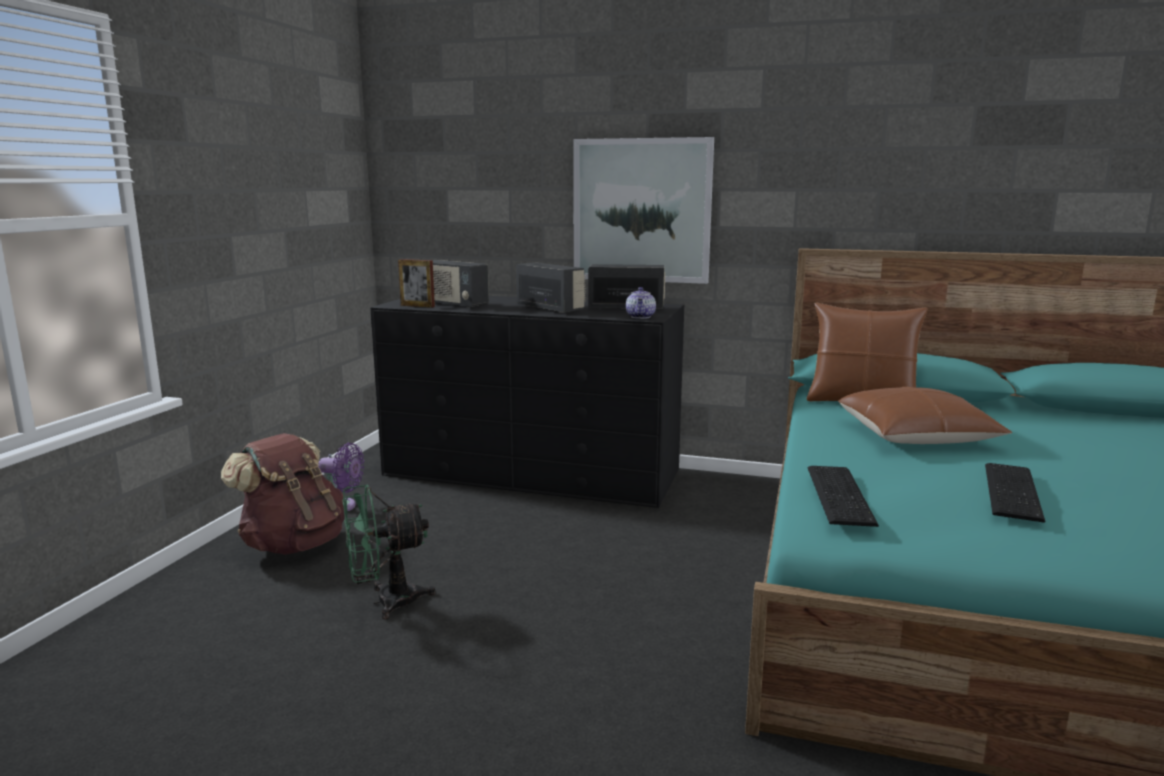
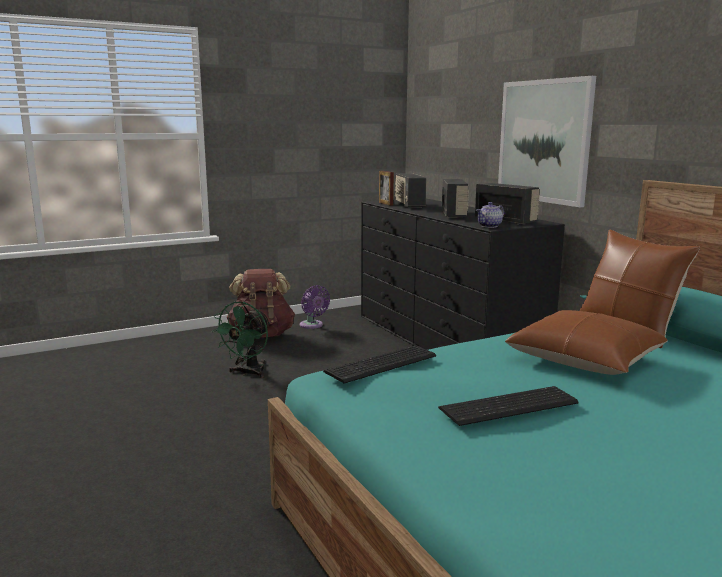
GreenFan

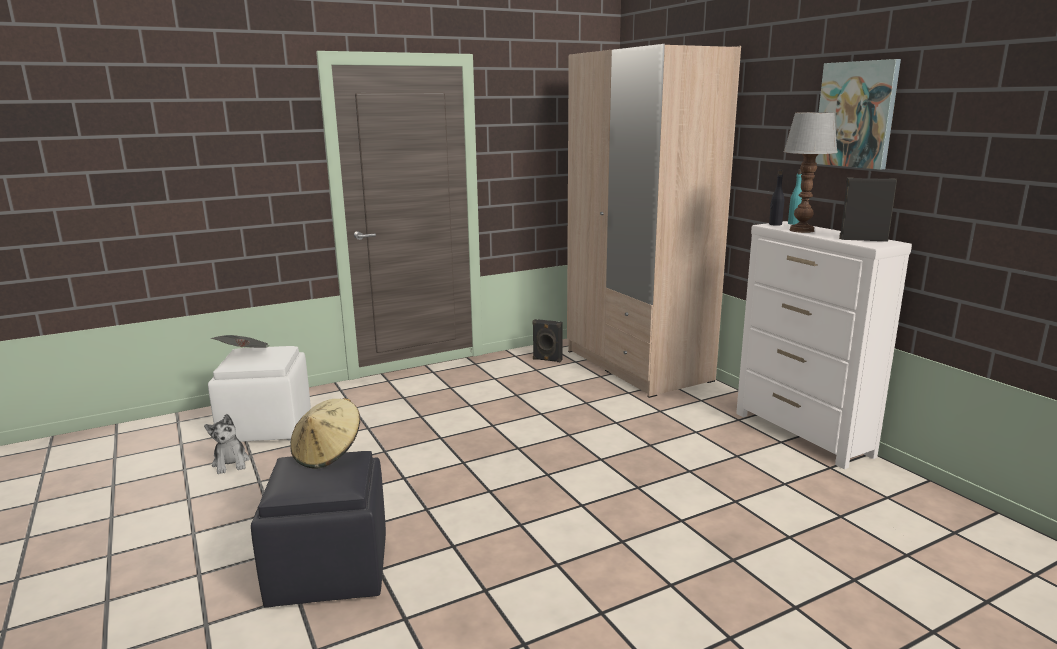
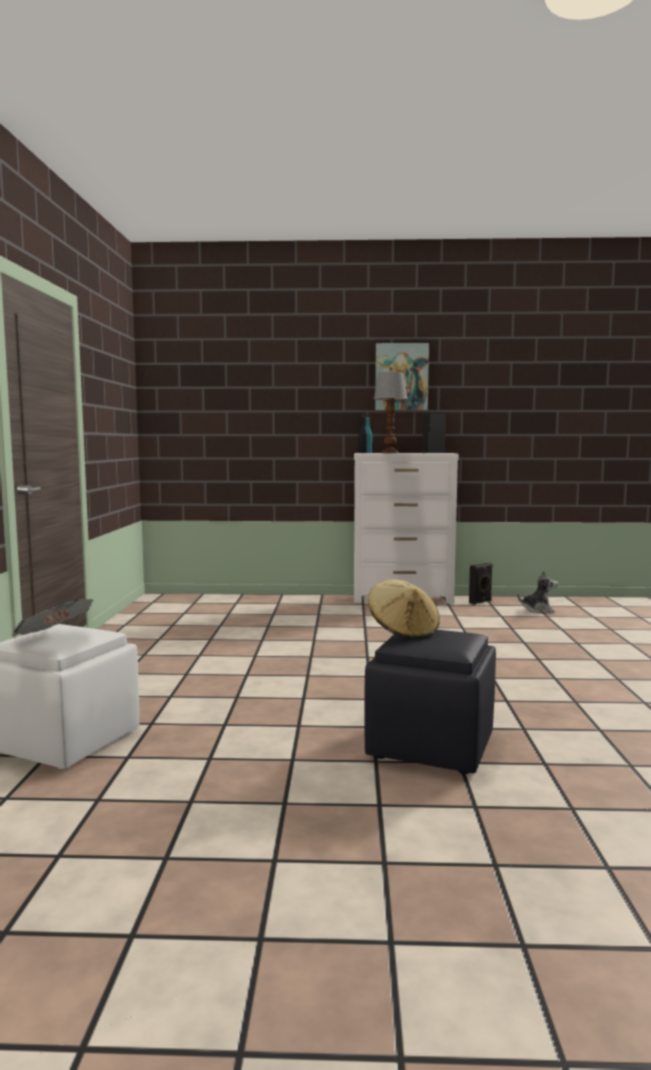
BlackSpeaker (no. 2 from left)
PlushToy
BeigeWardrobe

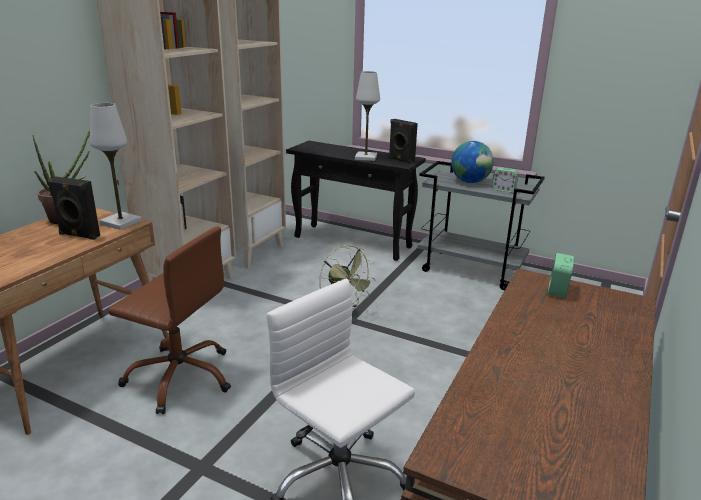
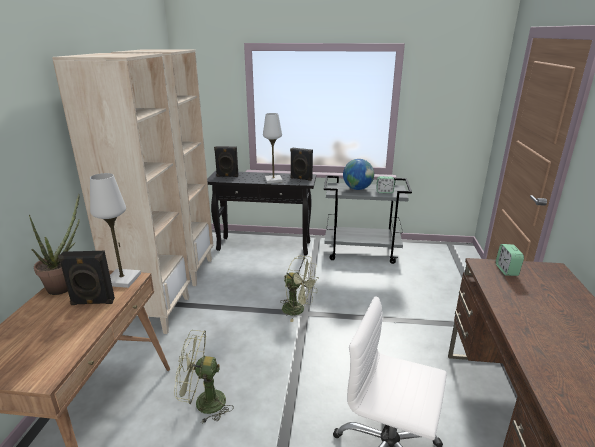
GreenFan (no. 1 from left)
BlackSpeaker (no. 2 from left)

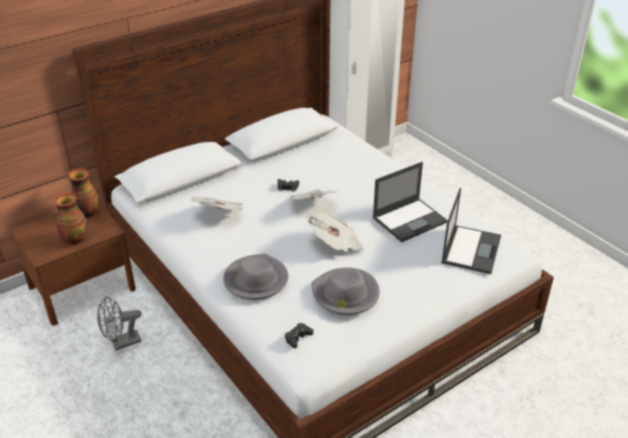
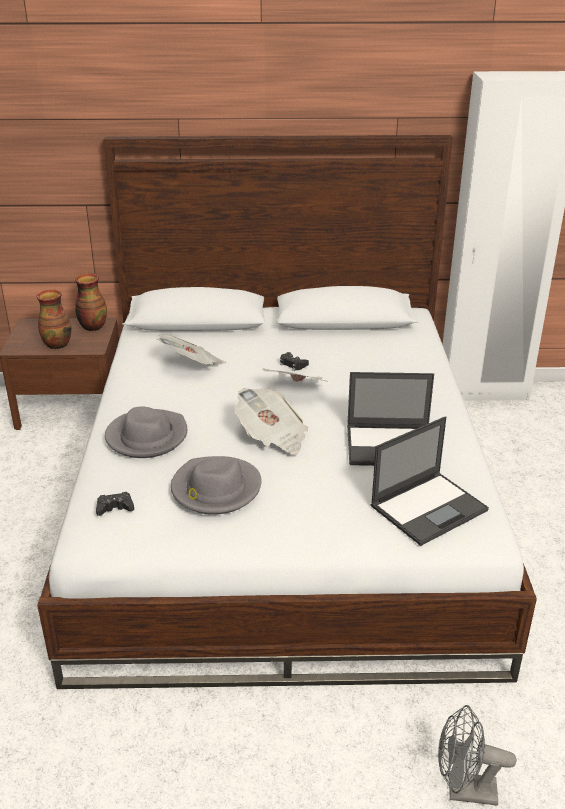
GreyFan

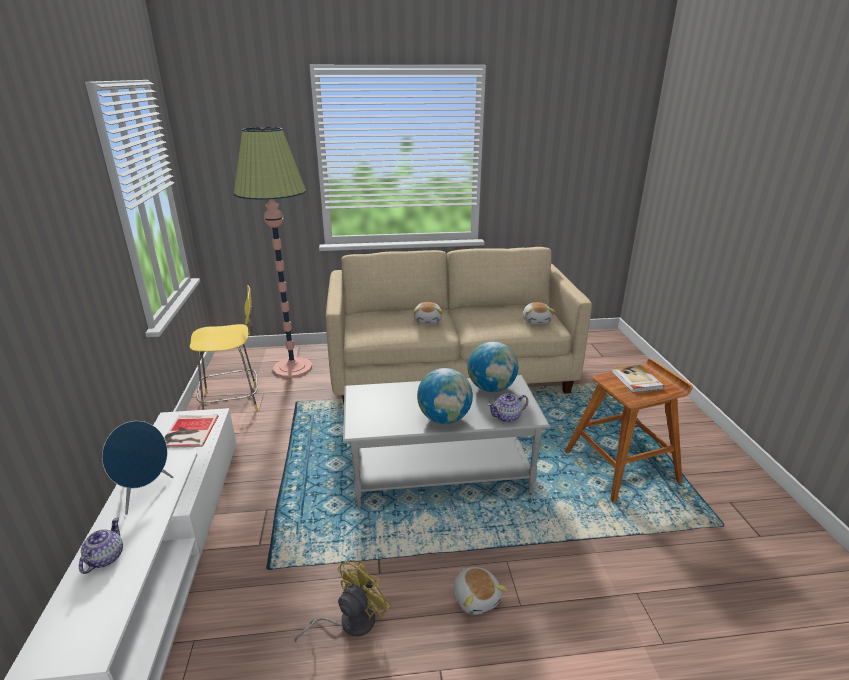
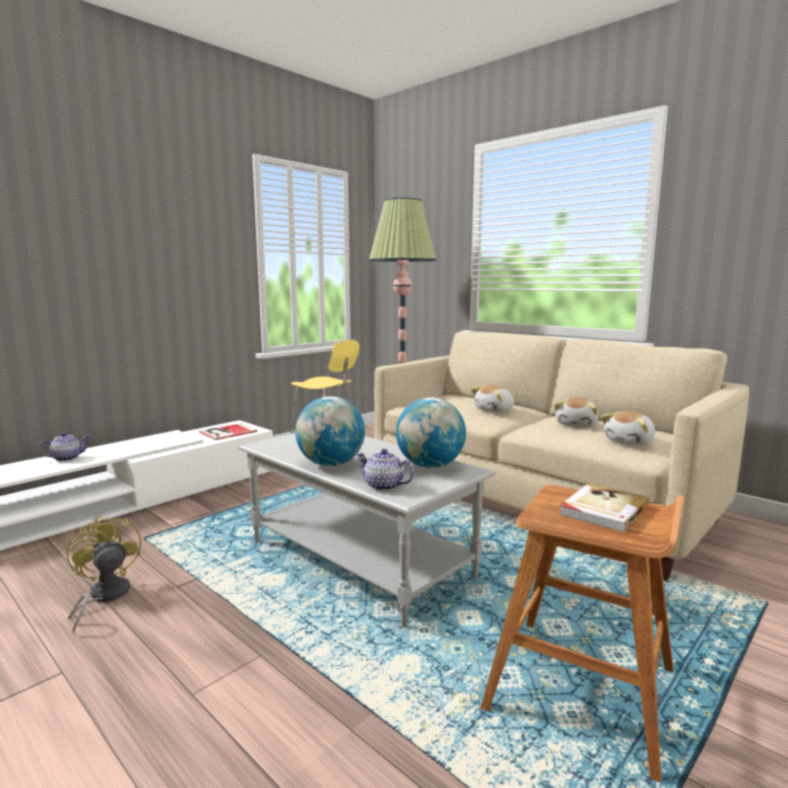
YellowFan
PlushToy (no. 2 from left)
BlueSpeaker

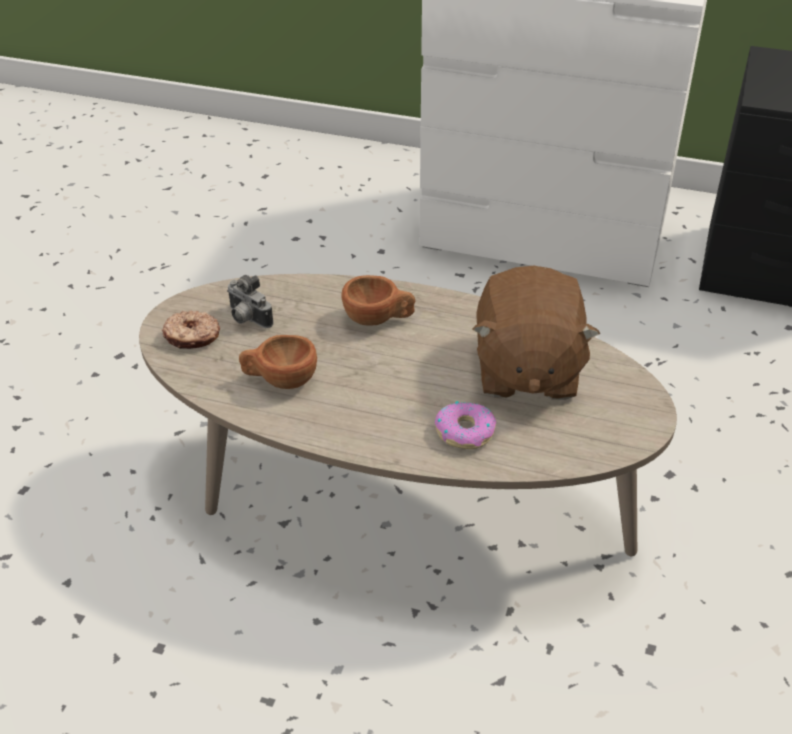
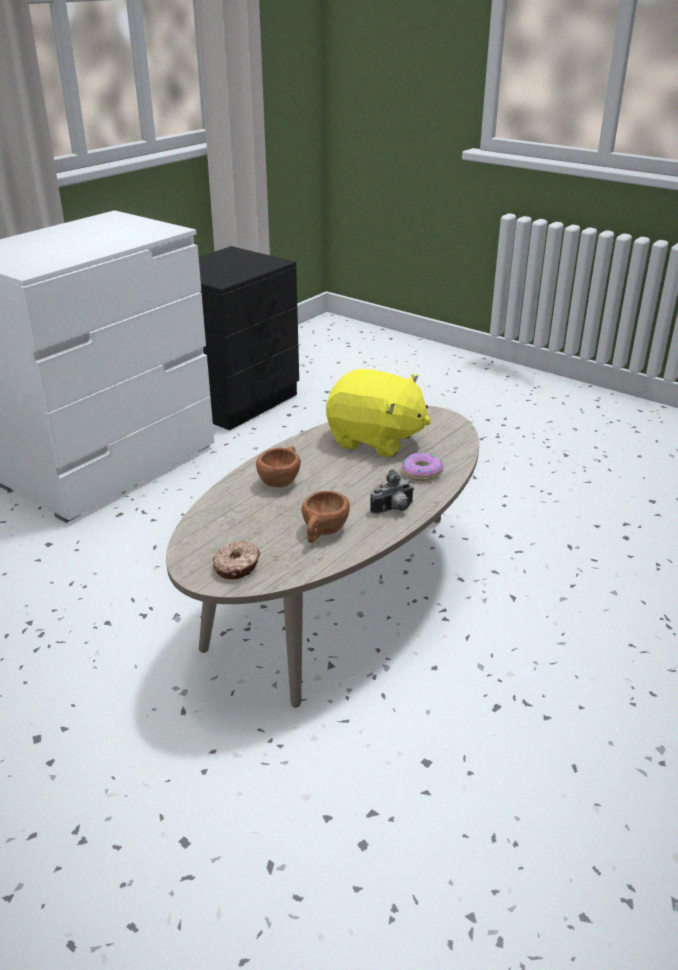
YellowPlushToy
PhotoCamera

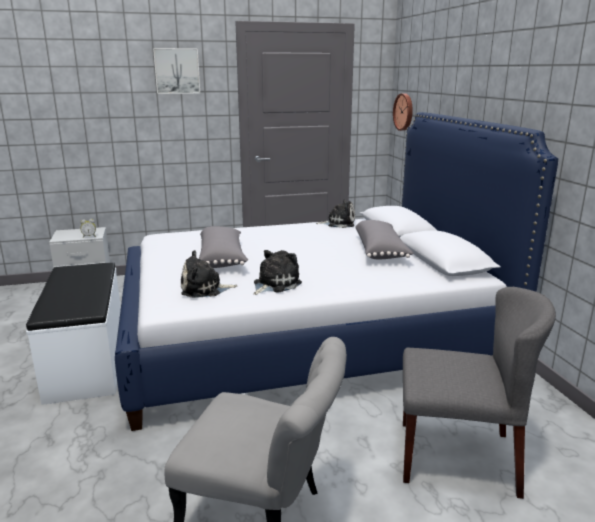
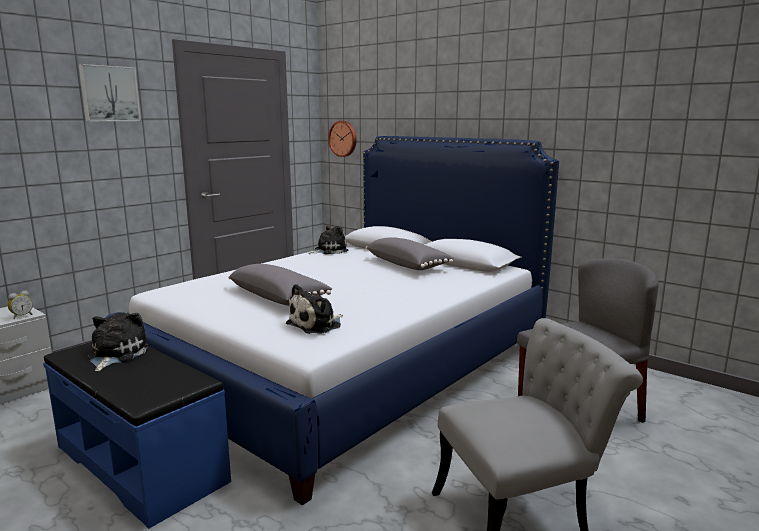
BlueBench
PlushToy (no. 1 from left)

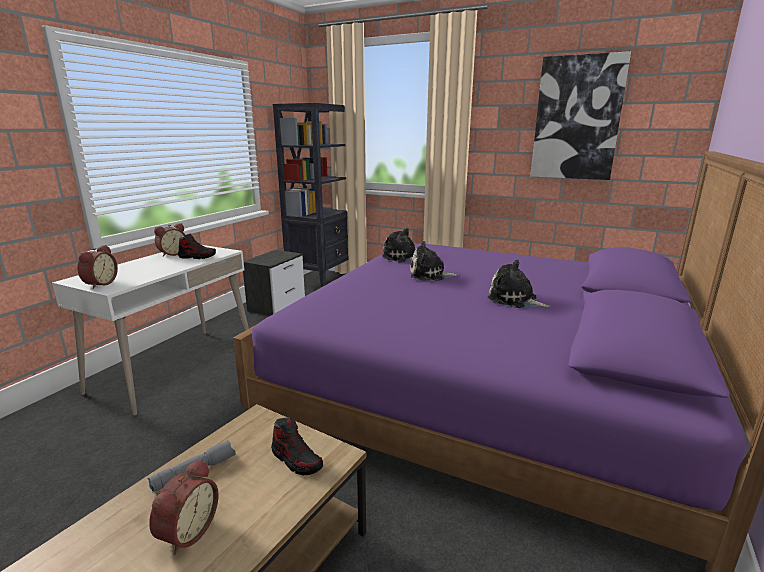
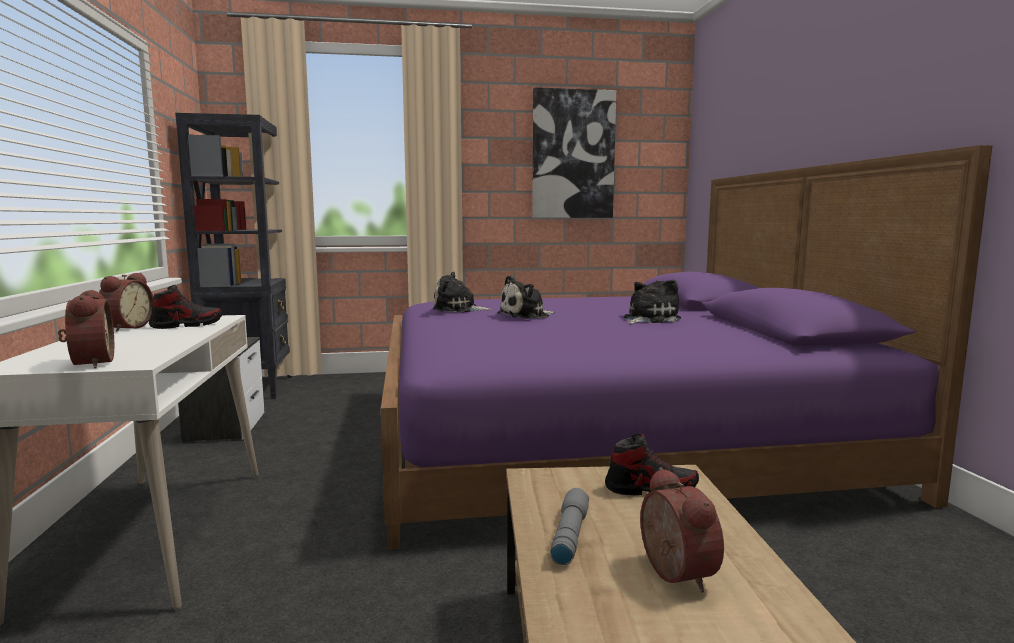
PlushToy (no. 3 from left)

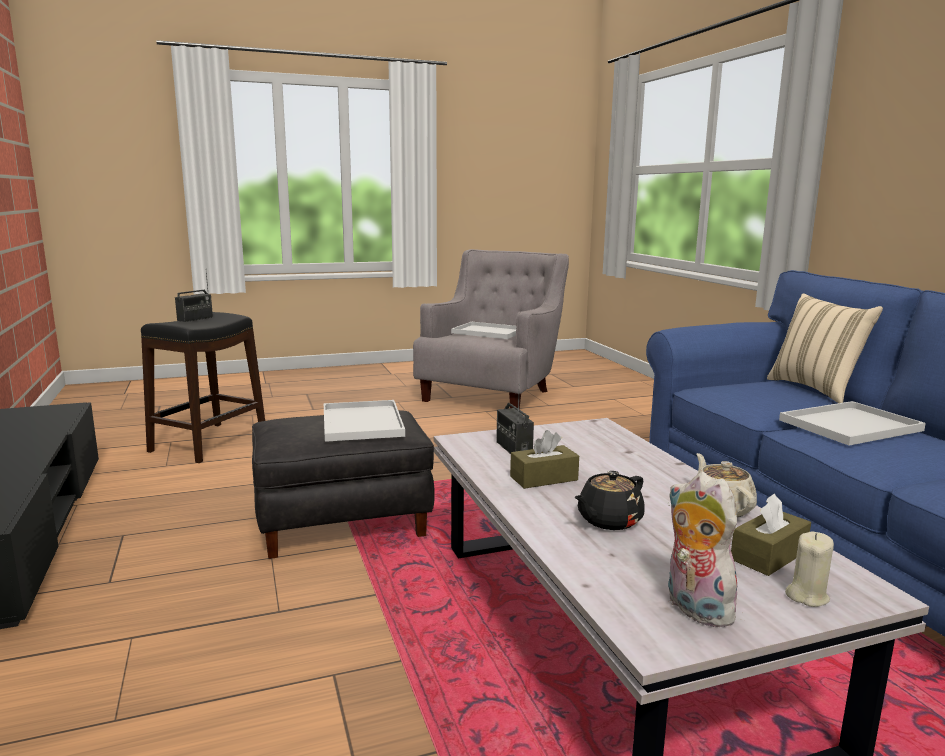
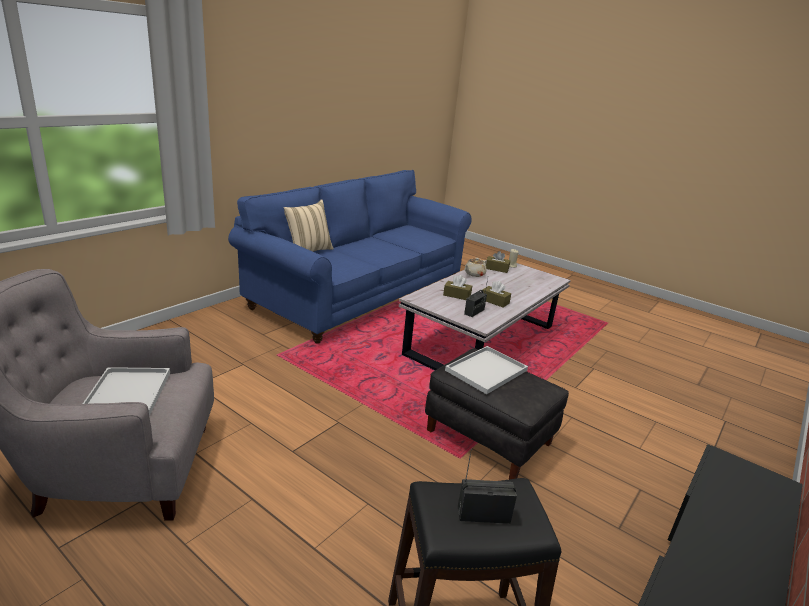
BrownTissueBox (no. 1 from left)
BlackTeapot
PlushToy
WhiteTray (no. 3 from left in the first image)

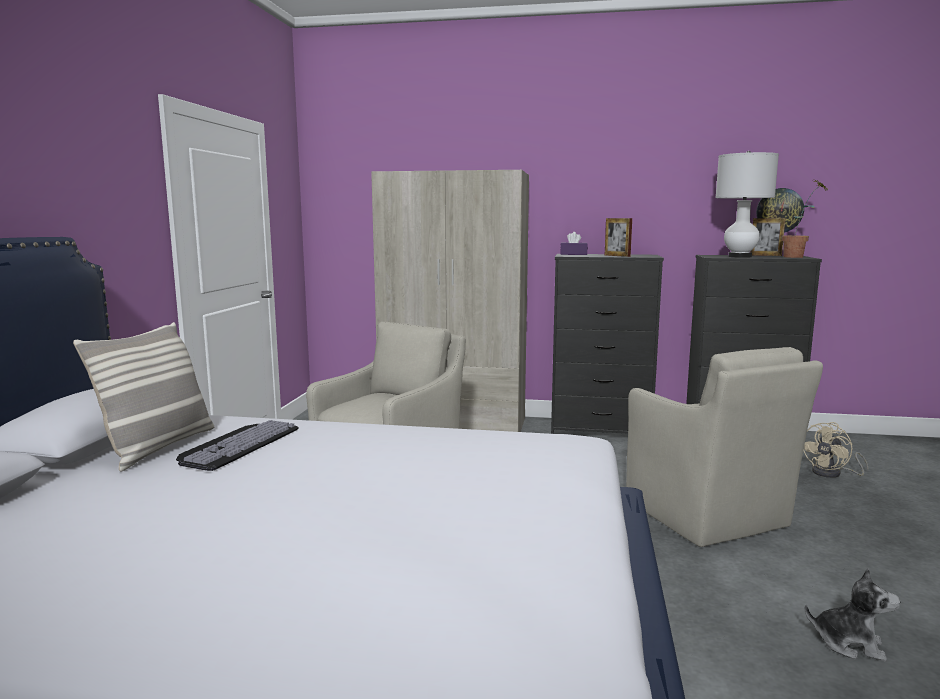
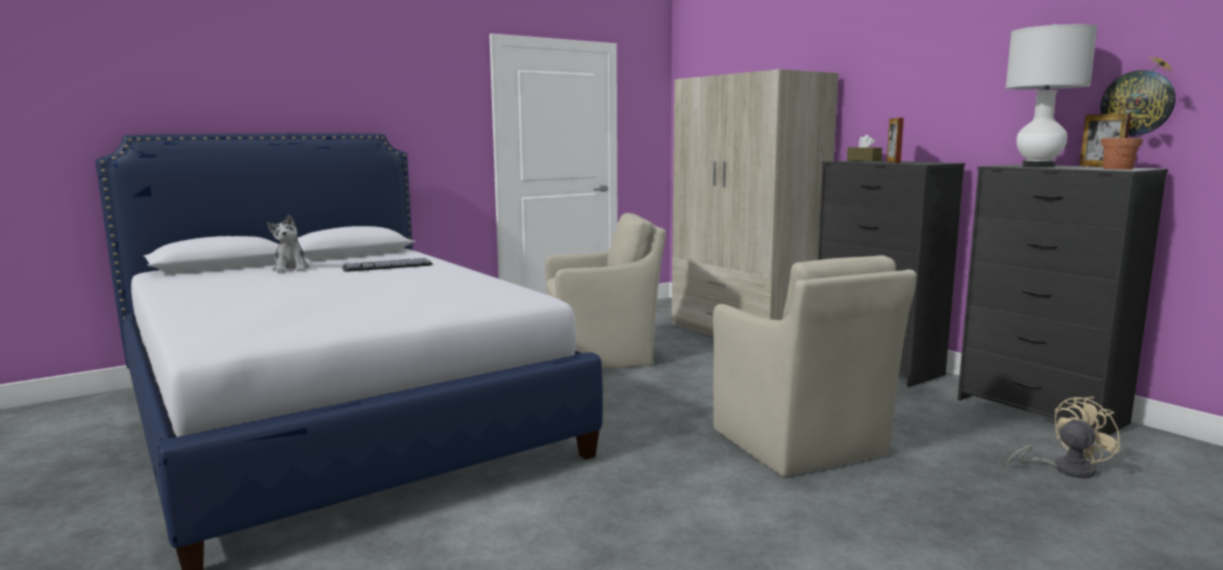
PlushToy
BeigeArmchair (no. 2 from left)
BrownTissueBox
BeigeFan
Pillow

